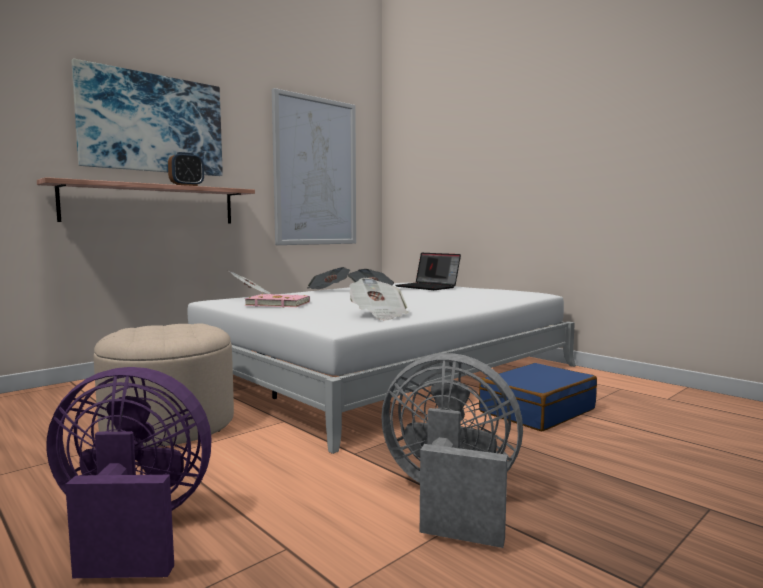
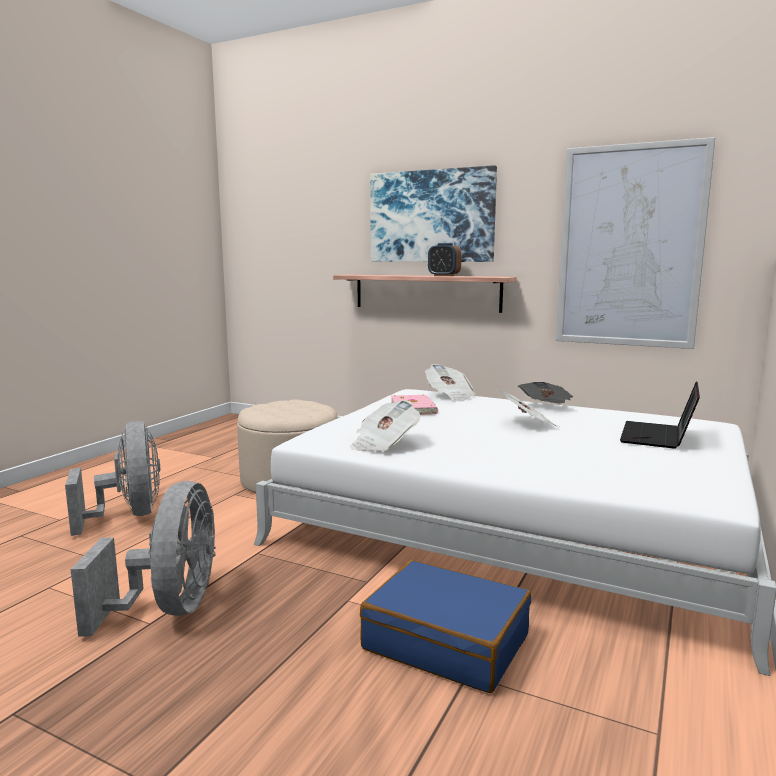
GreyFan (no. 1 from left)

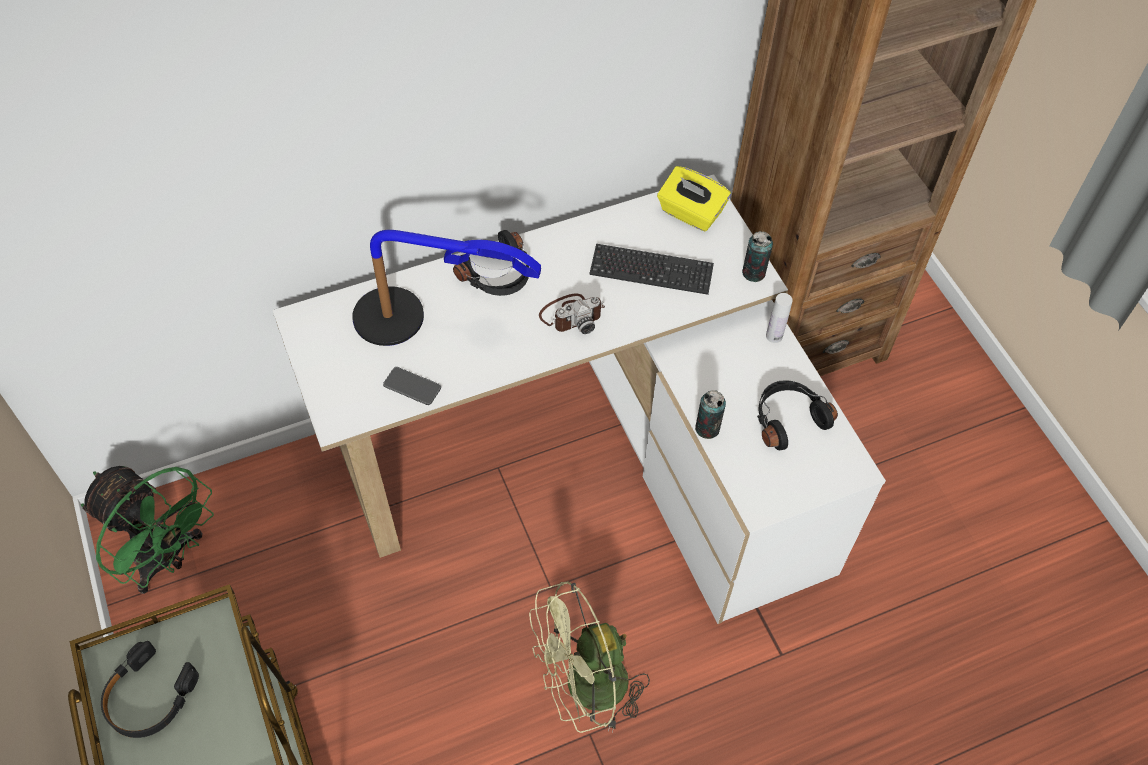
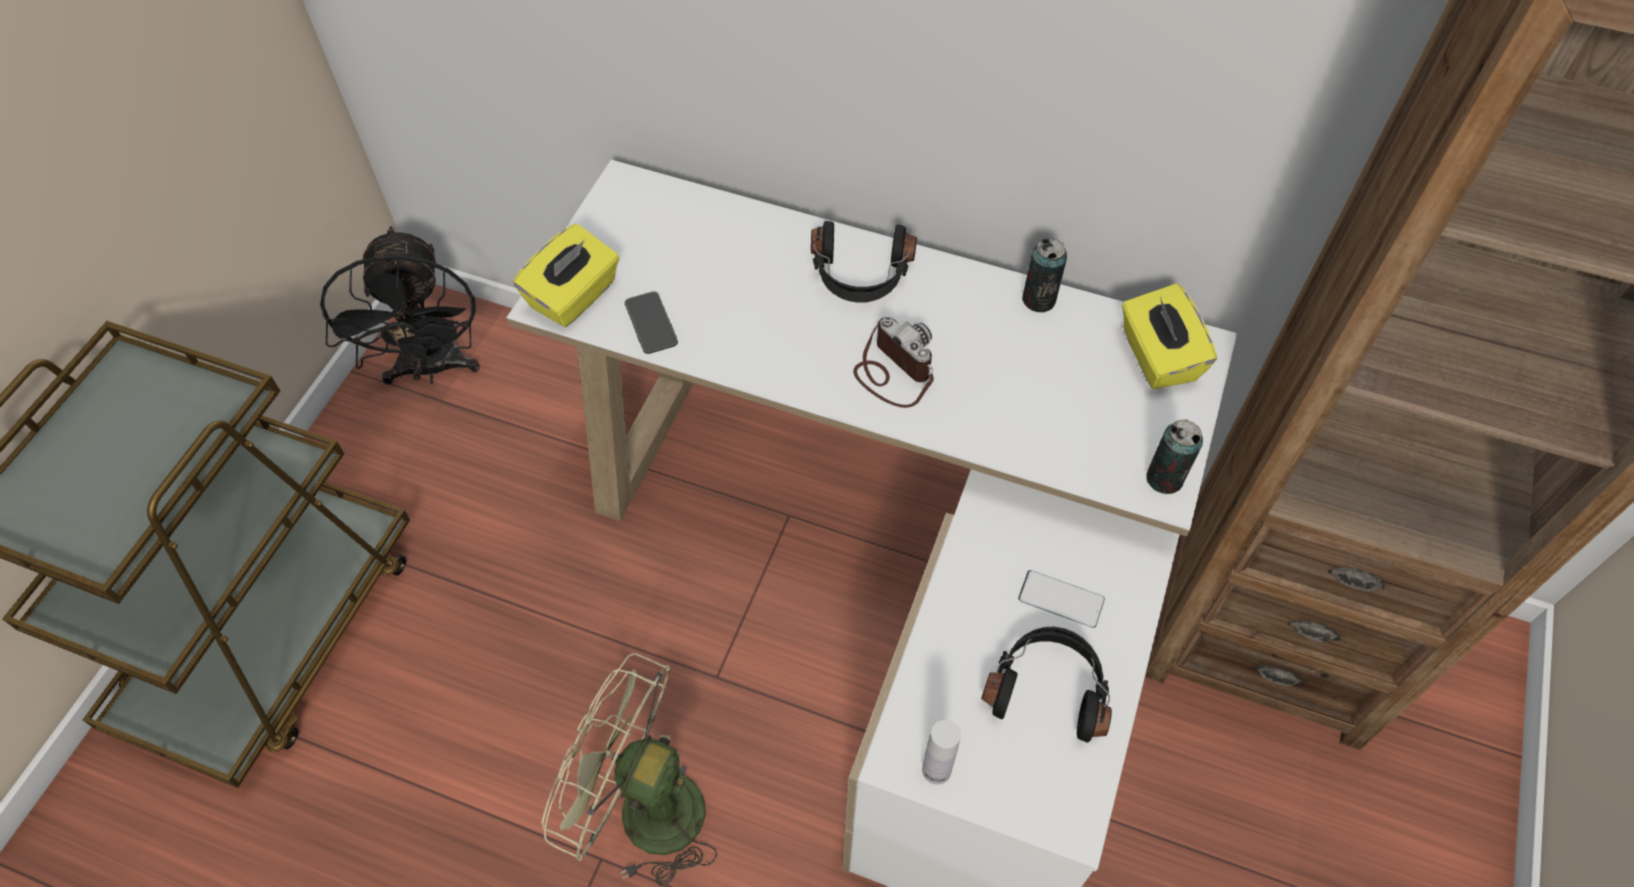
BlackFan
YellowTissueBox (no. 1 from left)
PhotoCamera
WhiteBottle
Phone (no. 2 from left)
Can (no. 1 from left)
BlackHeadphones (no. 1 from left in the first image)
TableLamp
Keyboard

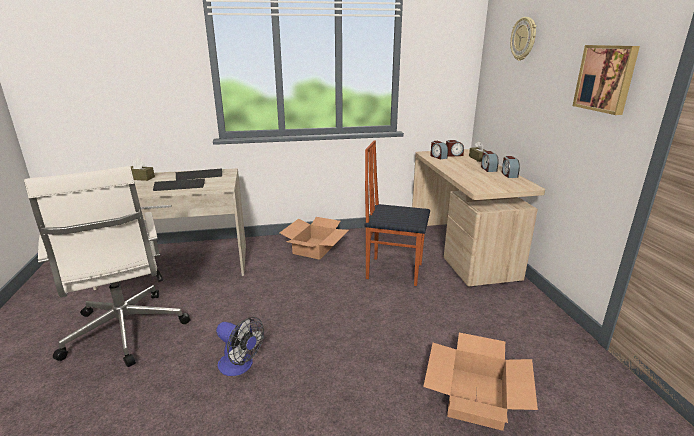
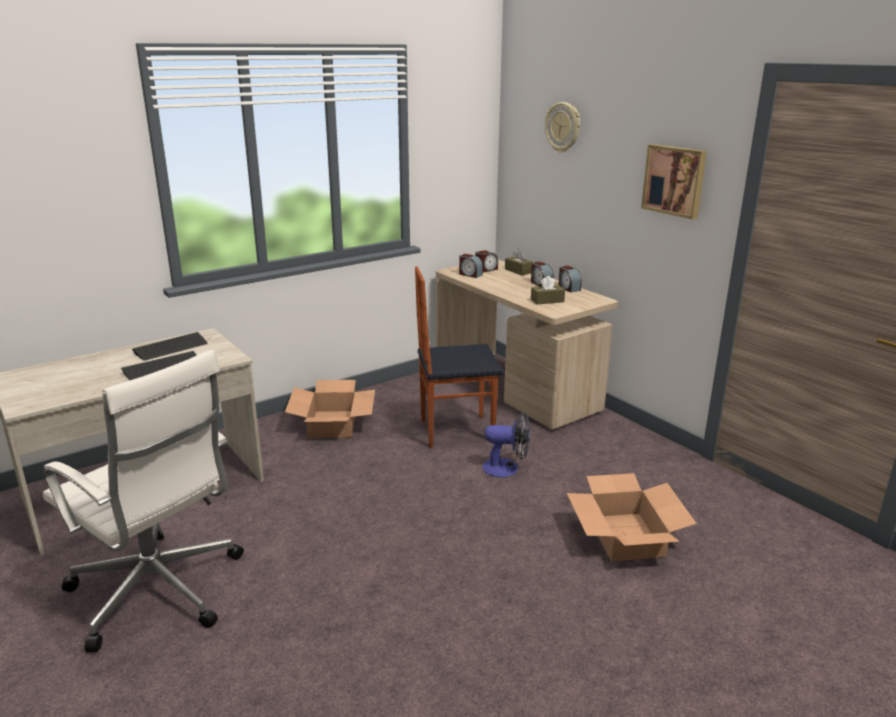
Fan
BrownTissueBox (no. 2 from left)

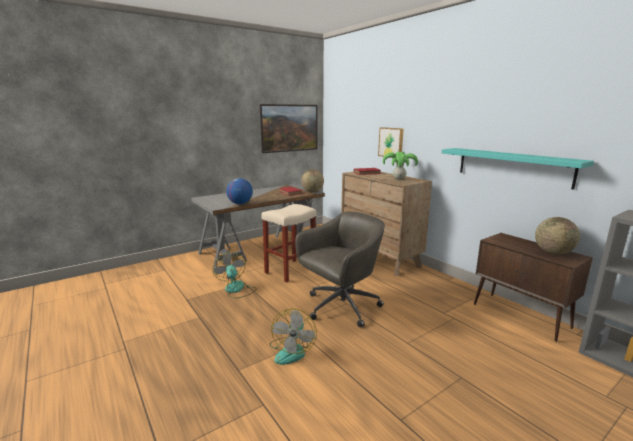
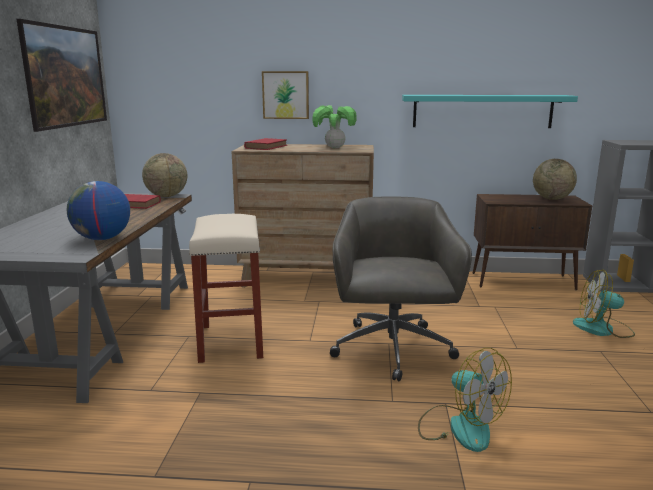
Fan (no. 2 from left)

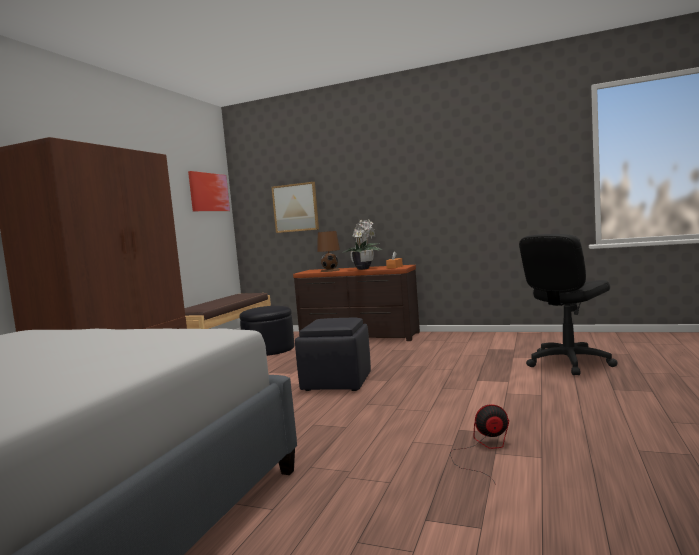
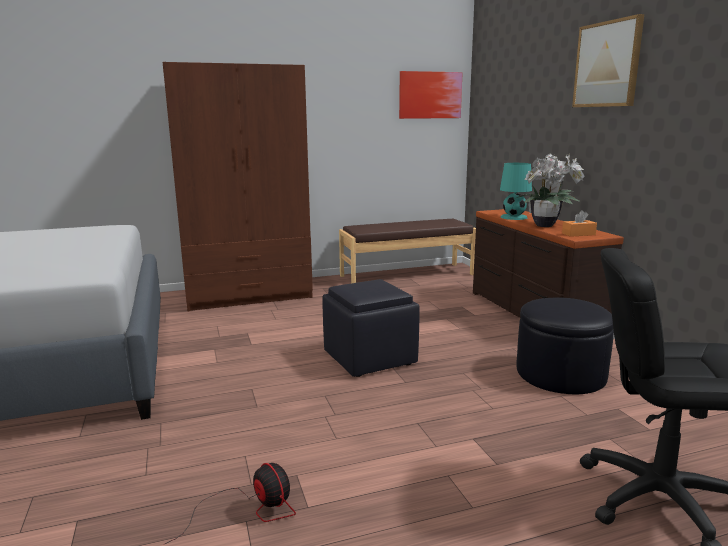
TurquoiseTableLamp
BlackOttoman (no. 2 from left)
Picture (no. 2 from left)

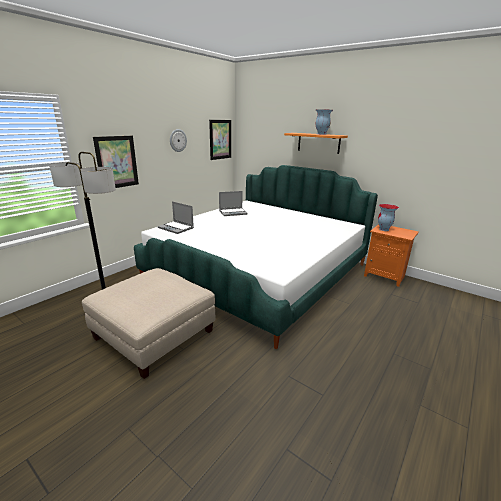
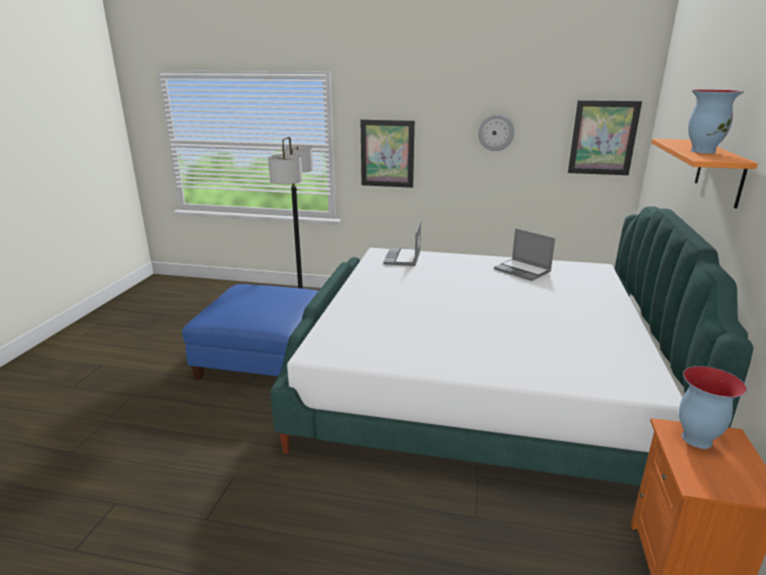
BlueOttoman

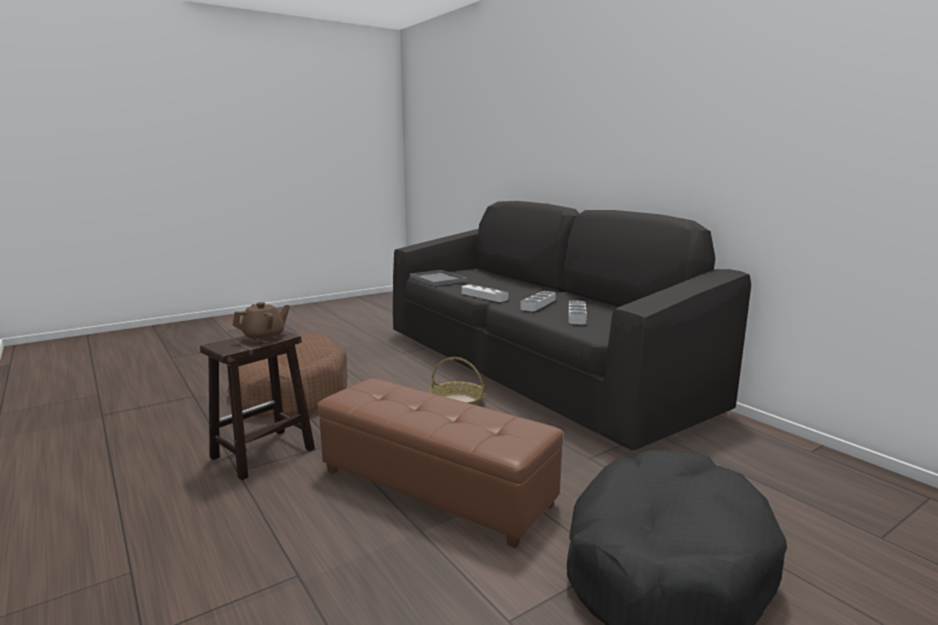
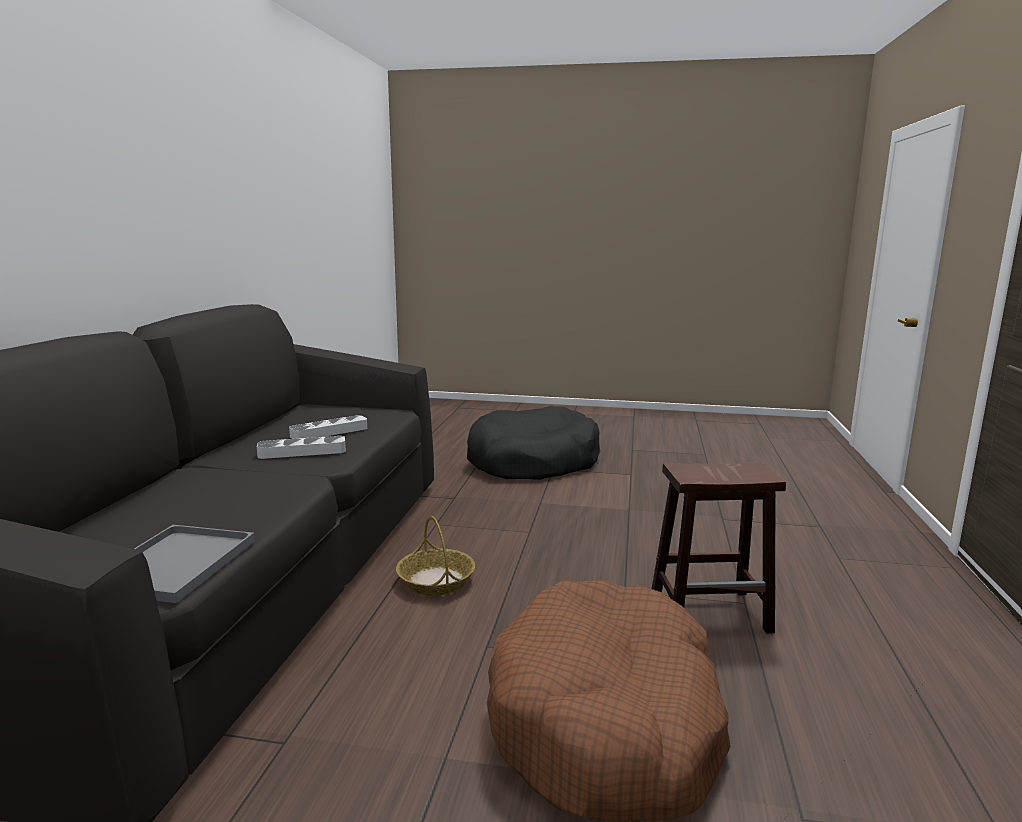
BrownTeapot
BrownOttoman
GreyTray (no. 2 from left in the first image)

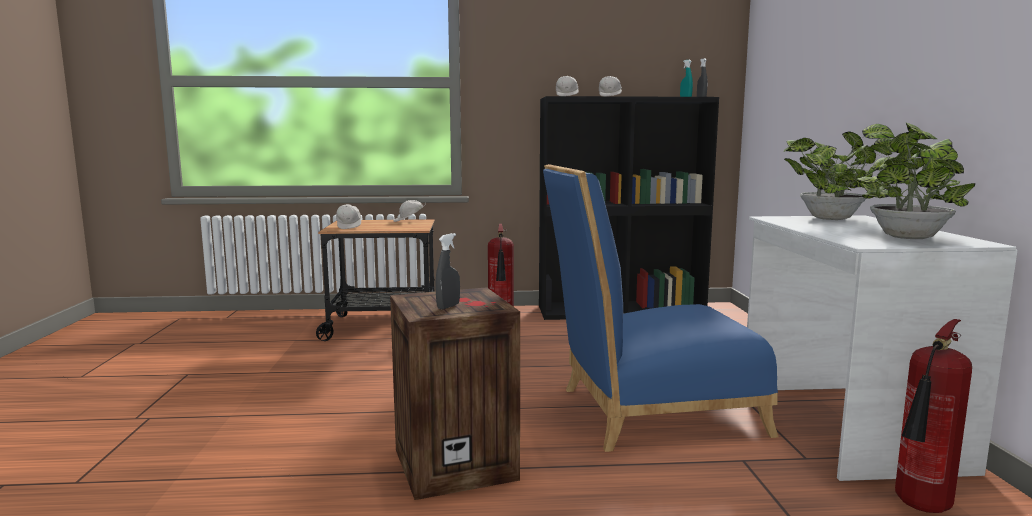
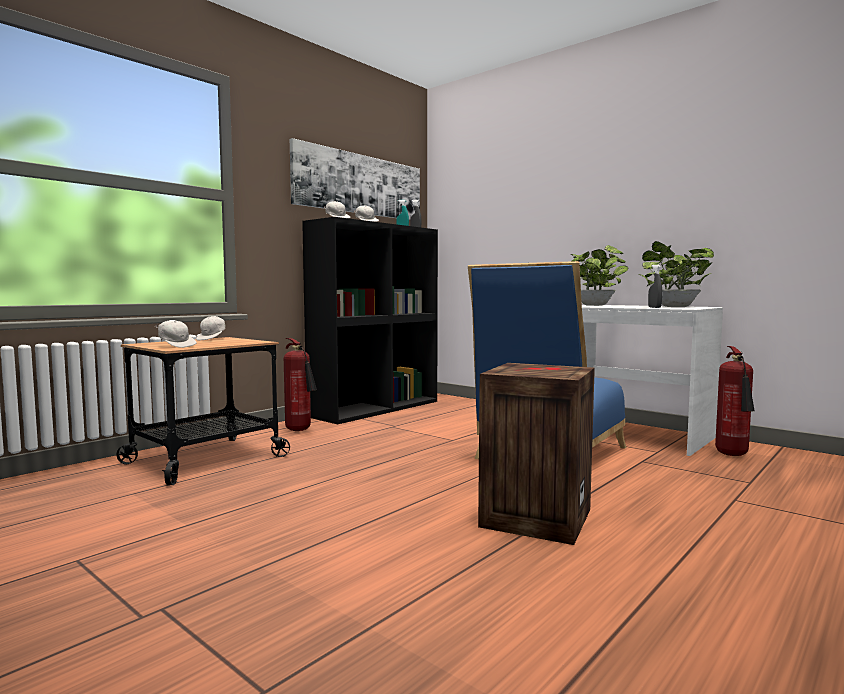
Picture
GreySprayBottle (no. 2 from left)

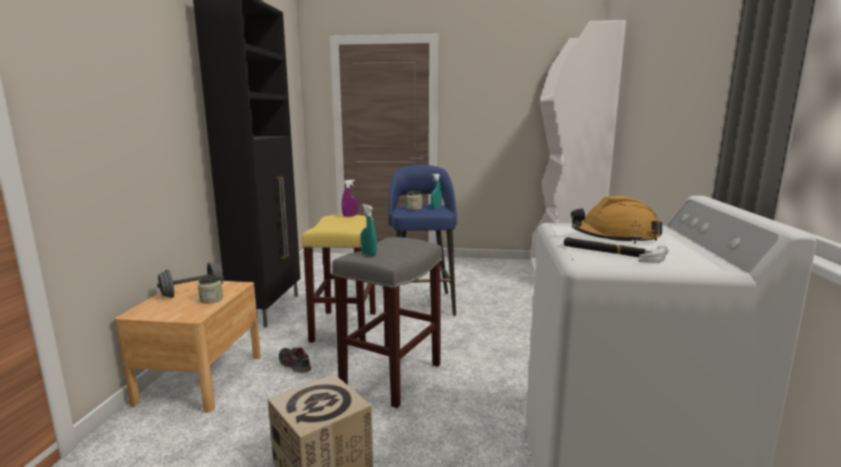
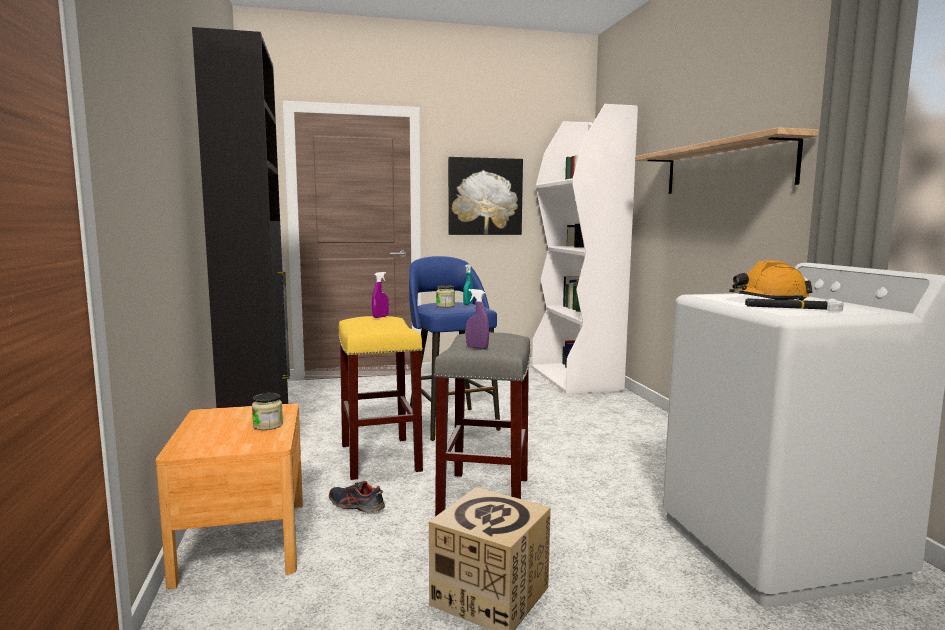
Picture
PurpleSprayBottle (no. 2 from left)
Shelf
GreyDumbbell

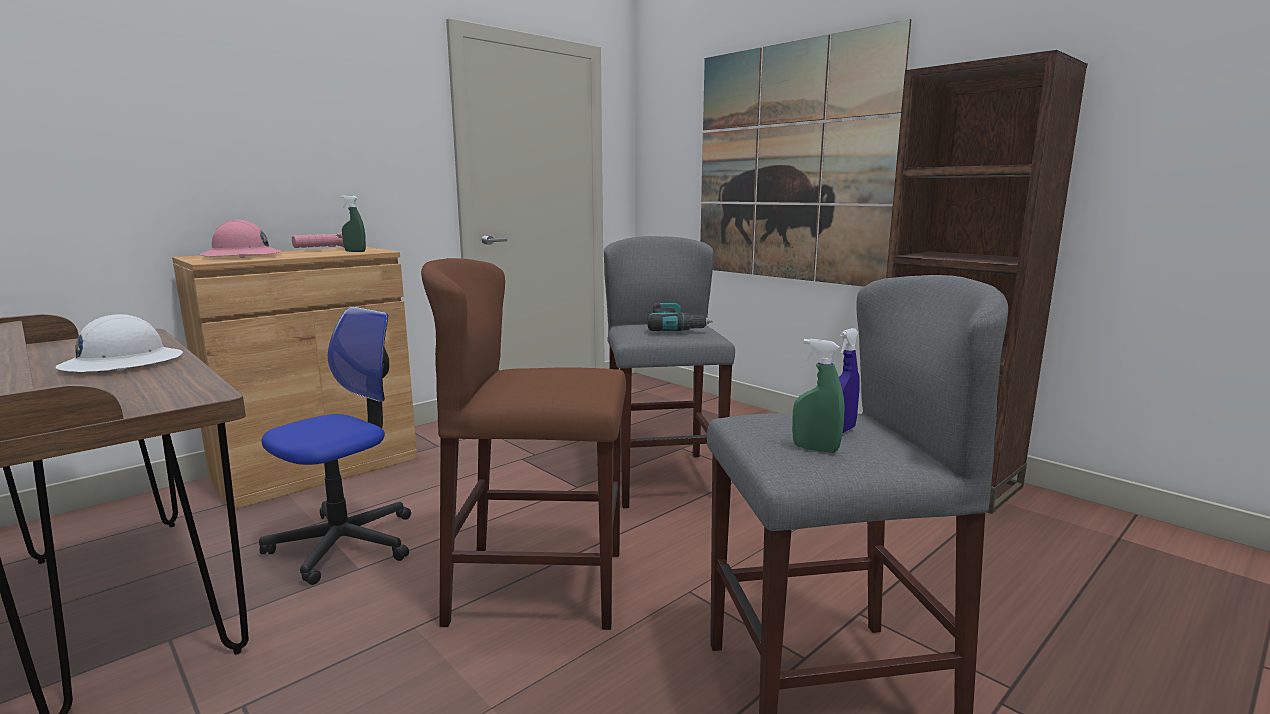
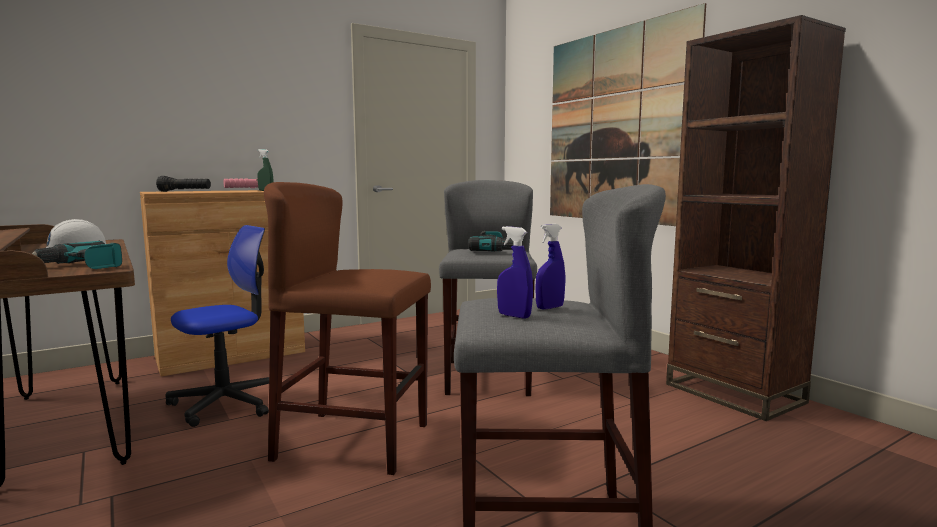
PowerDrill (no. 1 from left)
BlackFlashlight
BlueSprayBottle (no. 1 from left)

